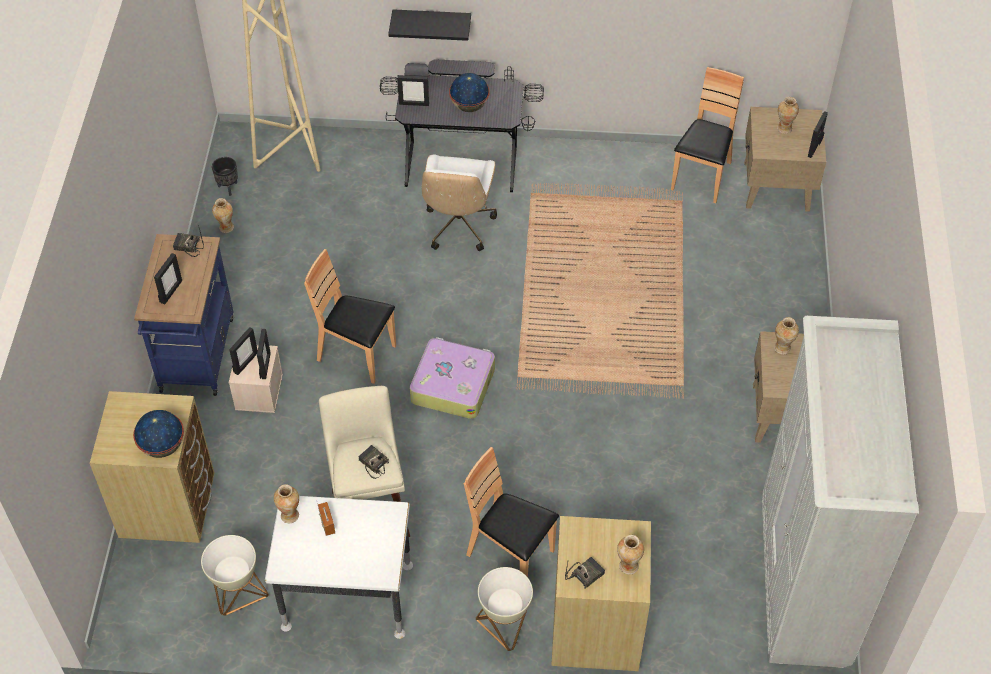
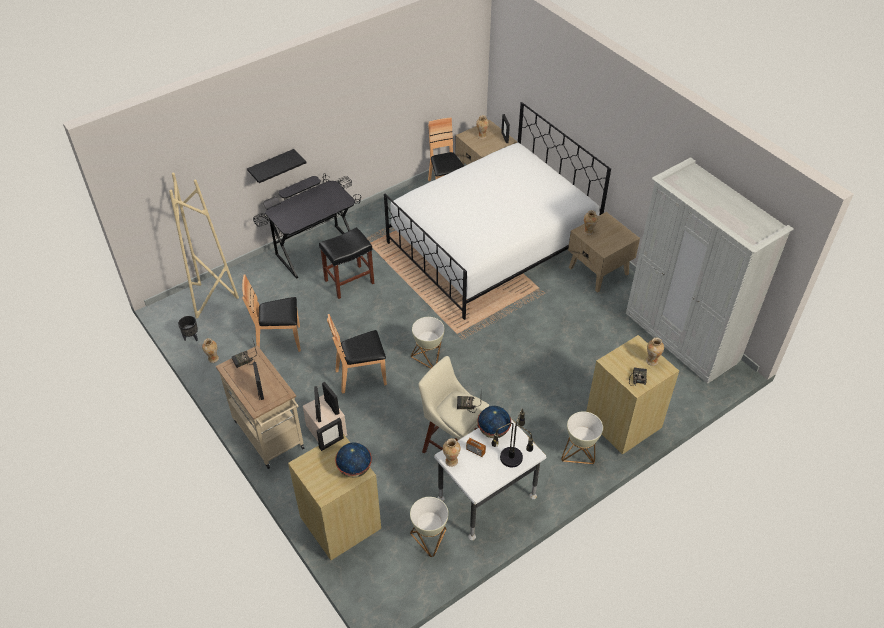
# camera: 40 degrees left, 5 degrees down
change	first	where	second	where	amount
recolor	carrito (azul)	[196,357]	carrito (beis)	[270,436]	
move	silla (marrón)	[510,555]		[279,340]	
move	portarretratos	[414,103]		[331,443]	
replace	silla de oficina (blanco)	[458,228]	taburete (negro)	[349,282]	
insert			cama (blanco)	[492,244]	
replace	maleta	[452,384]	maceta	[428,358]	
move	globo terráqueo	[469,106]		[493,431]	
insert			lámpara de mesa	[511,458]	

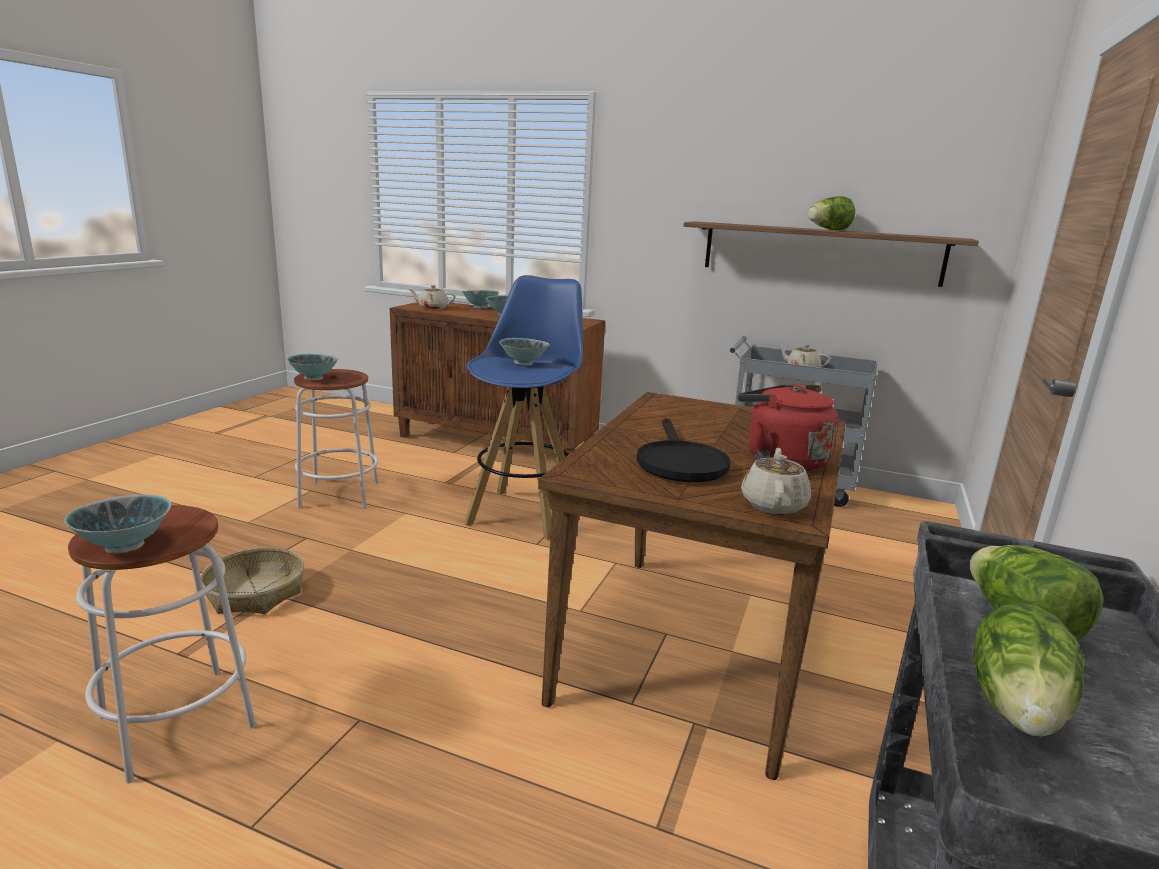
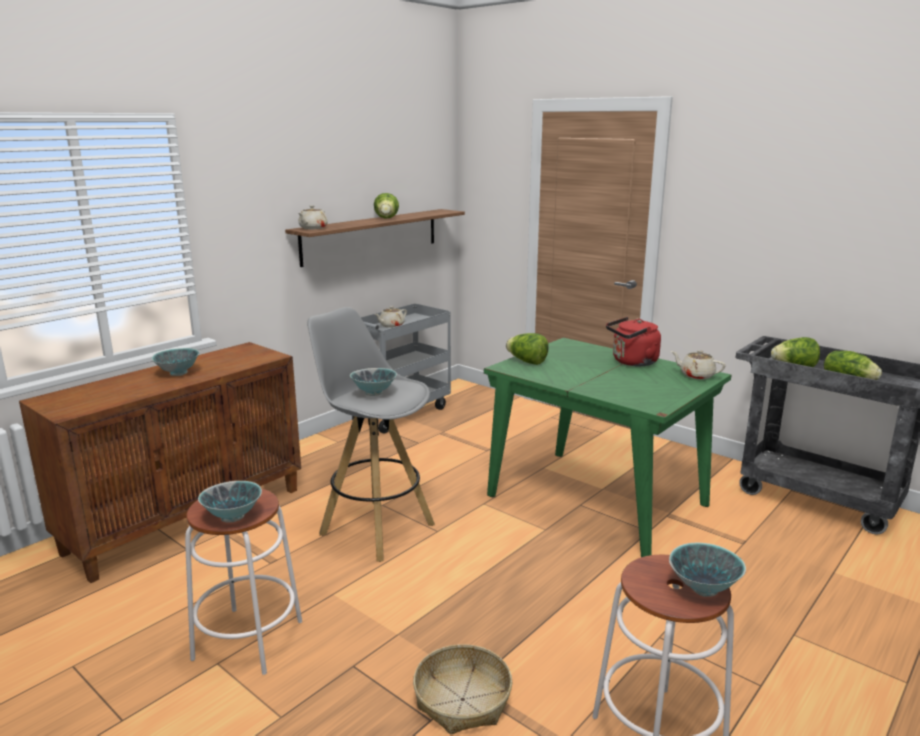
# camera: 70 degrees left, 0 degrees up
change	first	where	second	where	amount
move	tetera (beis)	[432,308]		[312,228]	
recolor	taburete (azul)	[525,513]	taburete (gris)	[376,527]	
recolor	mesa de comedor (marrón)	[691,648]	mesa de comedor (verde)	[598,500]	
insert			lechuga	[527,362]	
delete	cuenco	[480,307]			
delete	sartén (negro)	[679,462]			

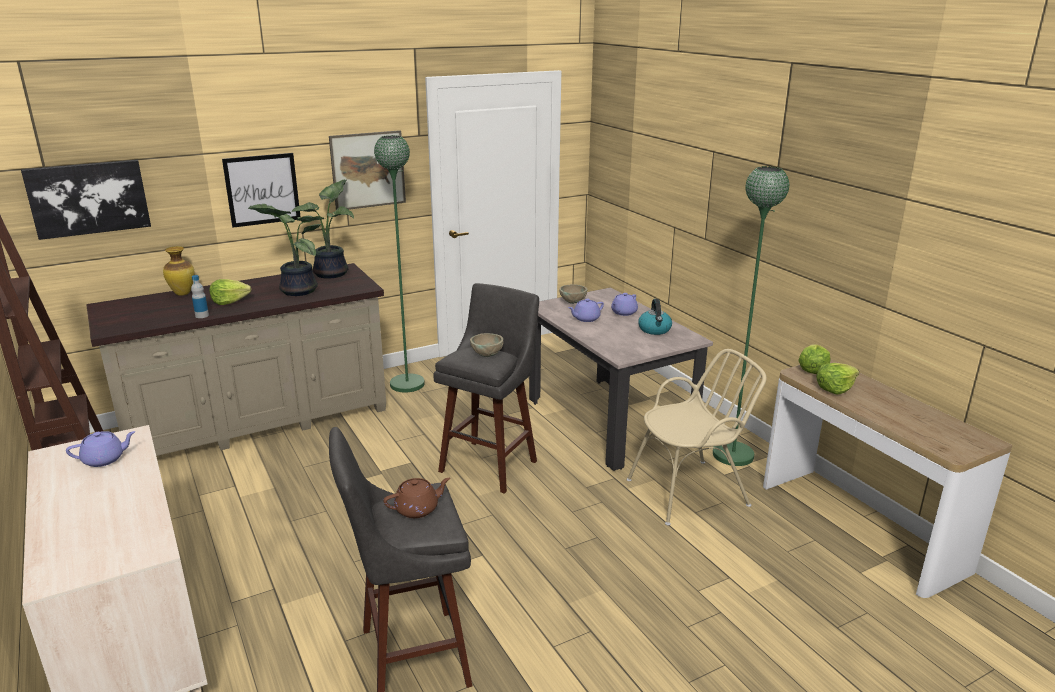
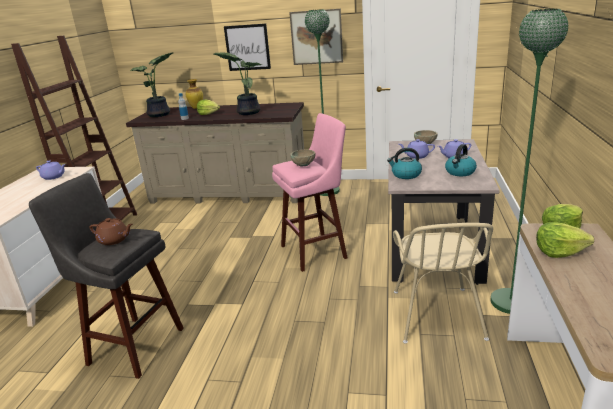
# camera: 40 degrees right, 0 degrees up
change	first	where	second	where	amount
move	planta en maceta	[333,273]		[160,115]	
recolor	taburete (gris)	[491,464]	taburete (rosa)	[316,251]	
insert			hervidor	[405,175]	
rotate	silla (beis)	[691,490]		[437,316]	75 degrees clockwise
delete	cuadro	[88,198]			

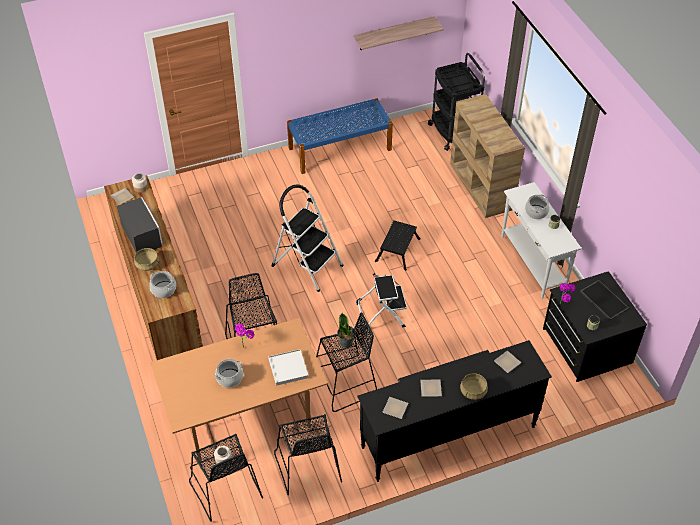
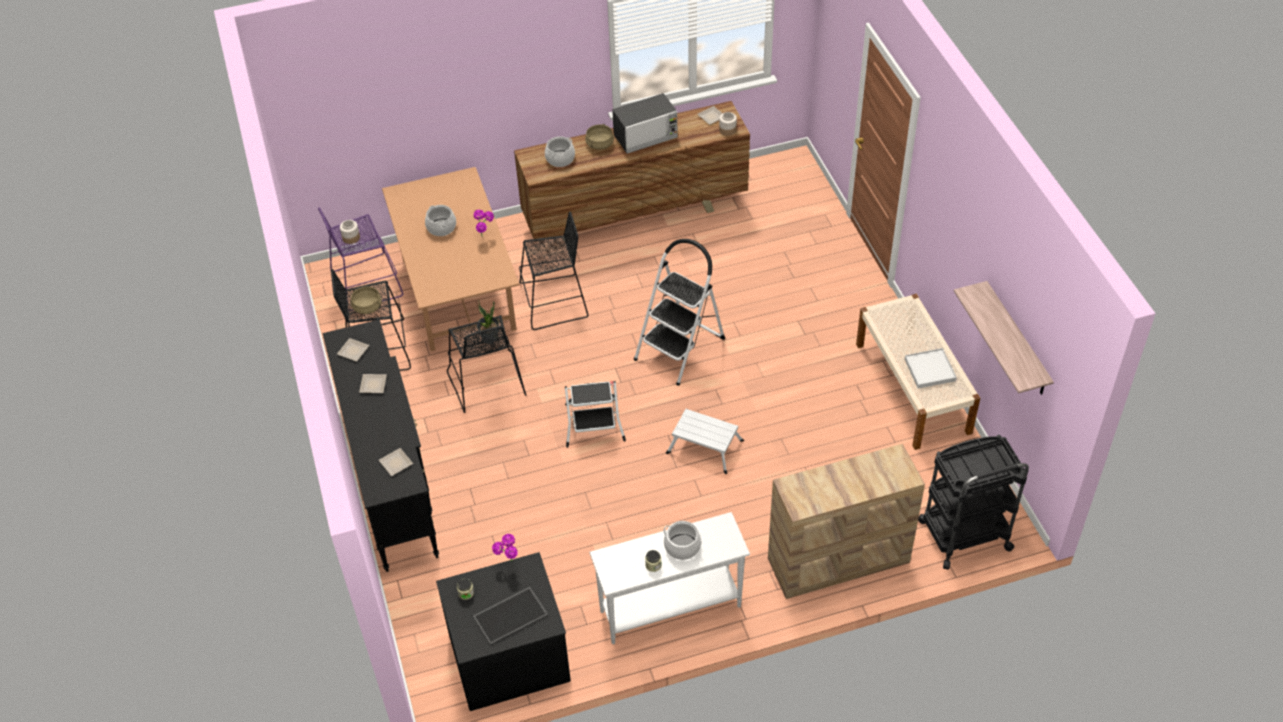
# camera: 95 degrees right, 0 degrees up
change	first	where	second	where	amount
recolor	taburete (negro)	[226,488]	taburete (morado)	[367,282]	
move	olla (beis)	[473,391]		[367,307]	
recolor	escalera de tijera (negro)	[397,250]	escalera de tijera (blanco)	[704,446]	
recolor	banco (azul)	[339,149]	banco (beis)	[913,388]	
move	bandeja (blanco)	[288,368]		[930,370]	

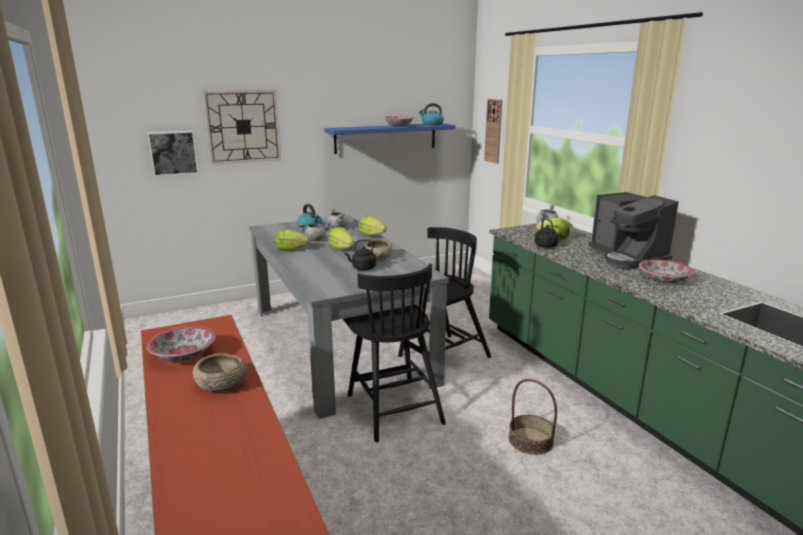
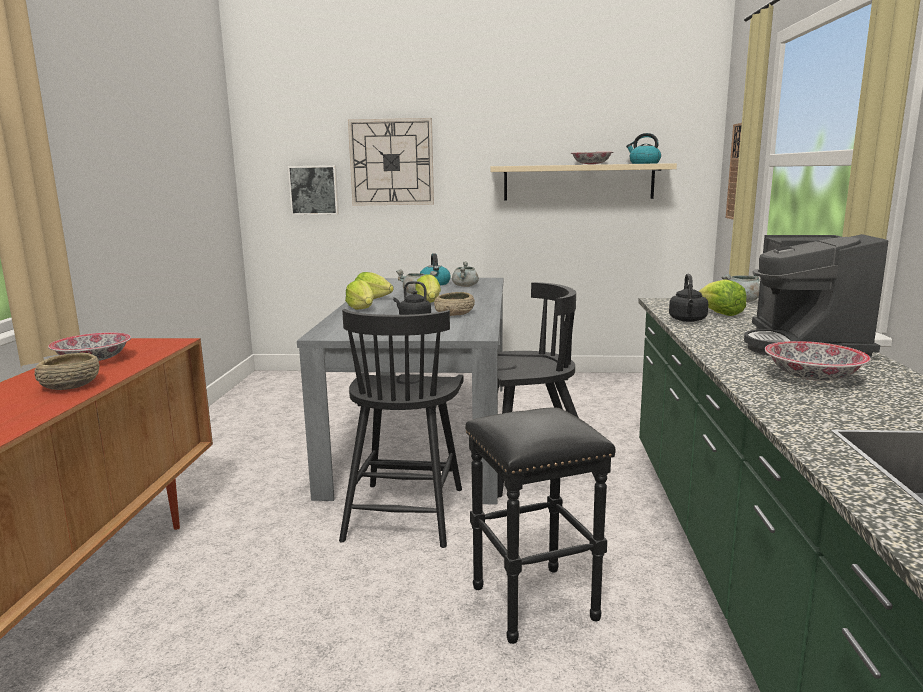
# camera: 30 degrees right, 5 degrees down
change	first	where	second	where	amount
move	lechuga	[371,235]		[362,309]	
replace	cesta	[531,440]	taburete (negro)	[537,603]	
recolor	estante (azul)	[386,138]	estante (beis)	[578,182]	

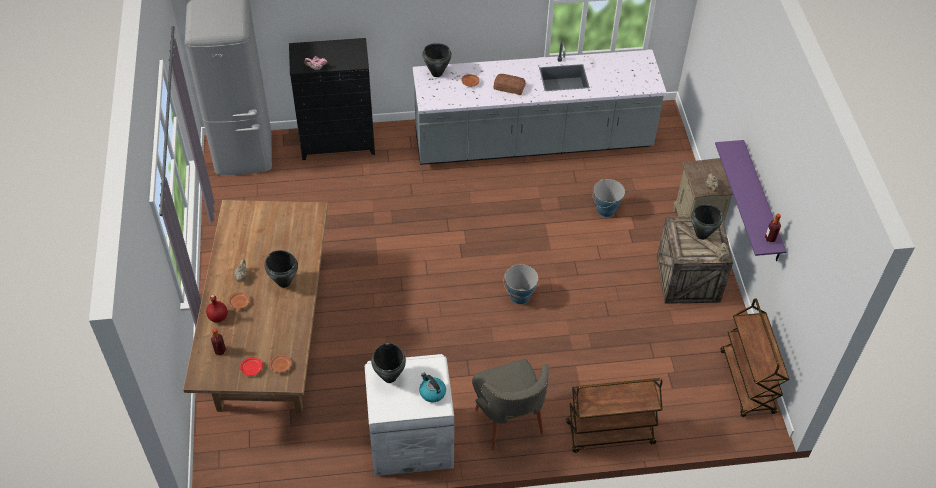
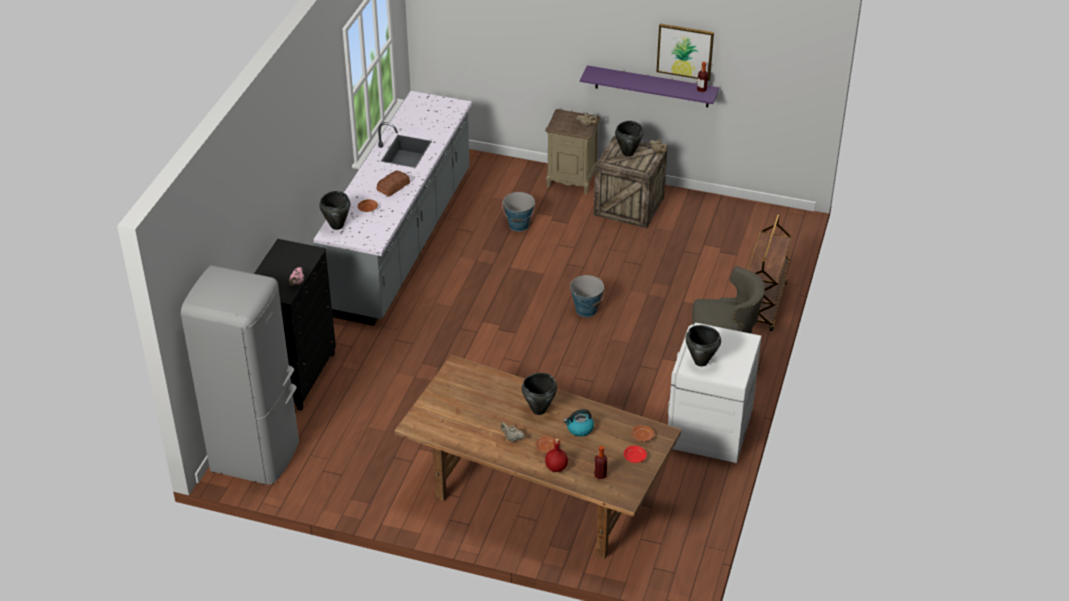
# camera: 65 degrees left, 10 degrees down
change	first	where	second	where	amount
move	hervidor	[432,392]		[579,429]	
insert			cuadro	[685,51]	
delete	carrito (marrón)	[747,382]			

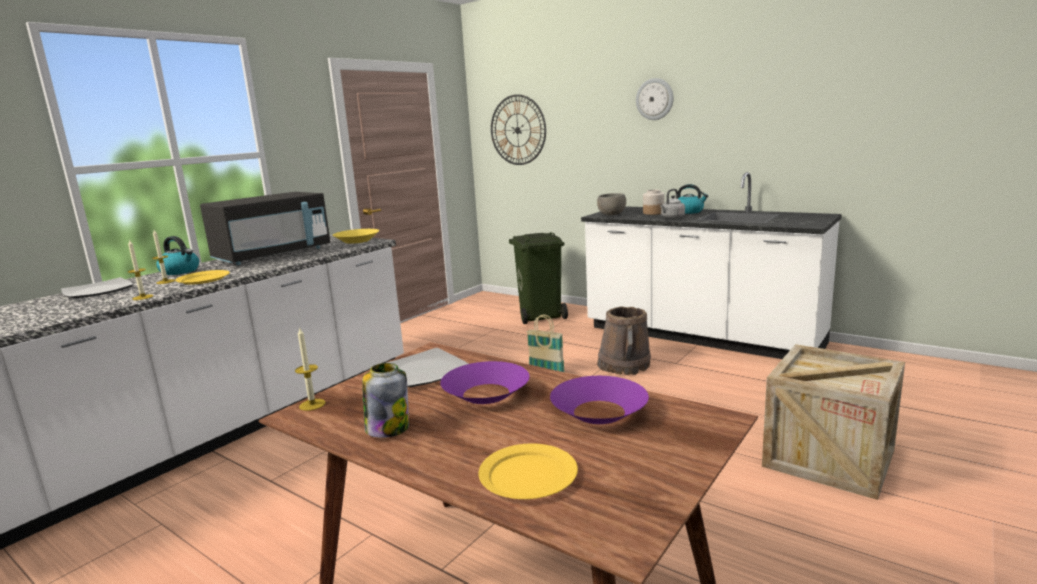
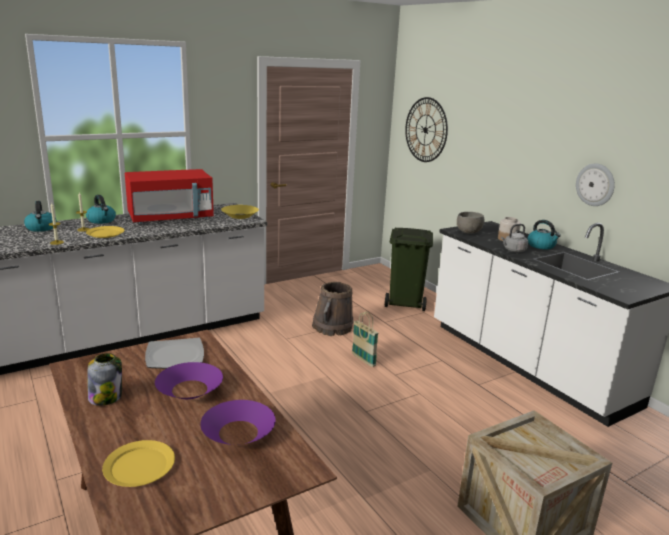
# camera: 20 degrees right, 5 degrees up
change	first	where	second	where	amount
replace	plato	[99,291]	hervidor	[41,228]	
recolor	microondas (negro)	[273,255]	microondas (rojo)	[171,218]	
move	cubo (marrón)	[624,365]		[332,327]	
move	reloj de pared	[654,99]		[595,184]	
delete	vela	[312,404]			

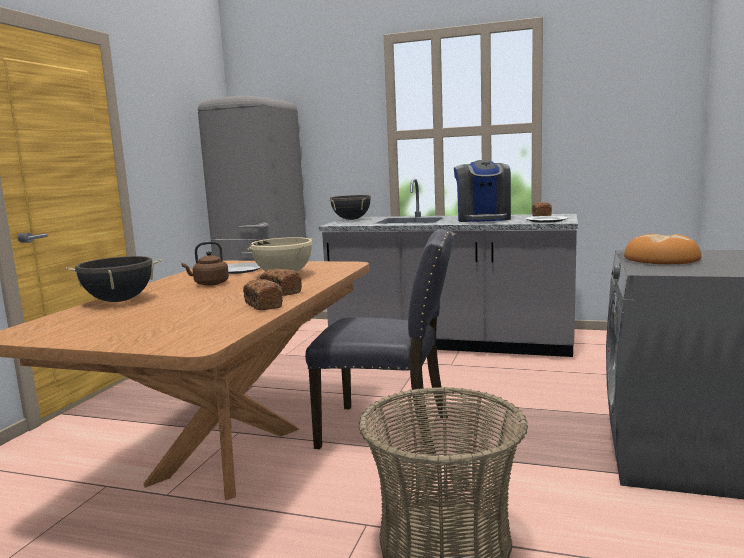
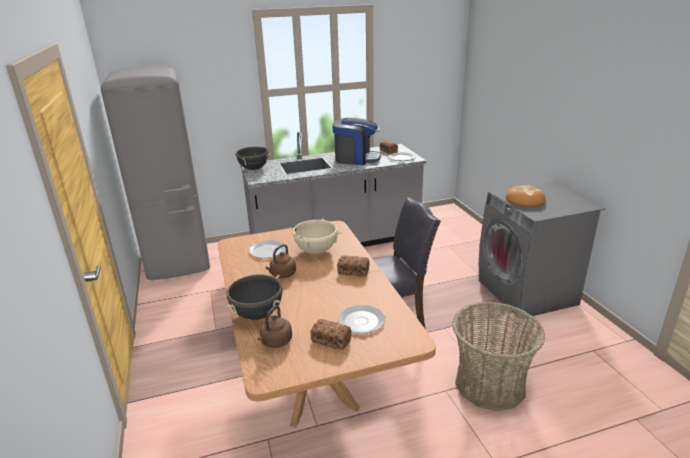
# camera: 35 degrees left, 15 degrees up
change	first	where	second	where	amount
insert			hervidor (marrón)	[275,342]	
move	pan	[263,305]		[331,341]	
rotate	cafetera	[483,219]		[356,159]	45 degrees counterclockwise
insert			plato	[362,321]	

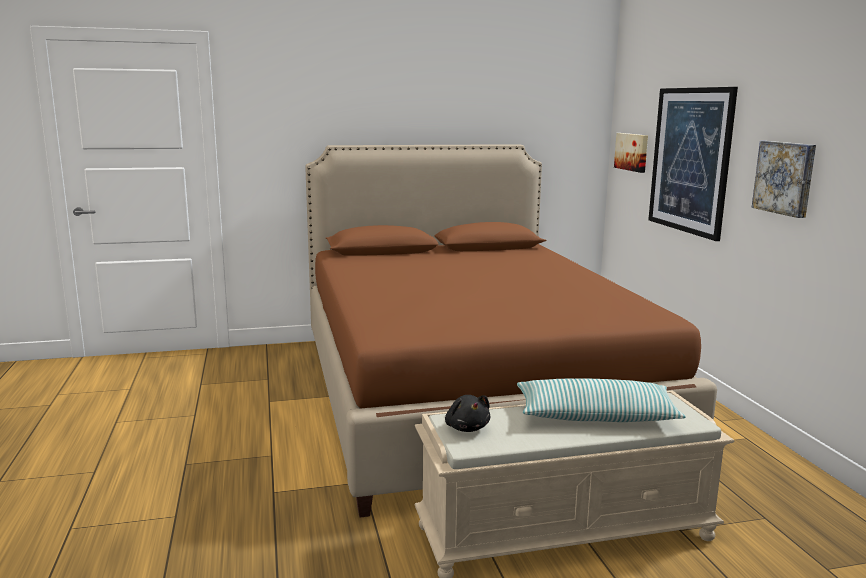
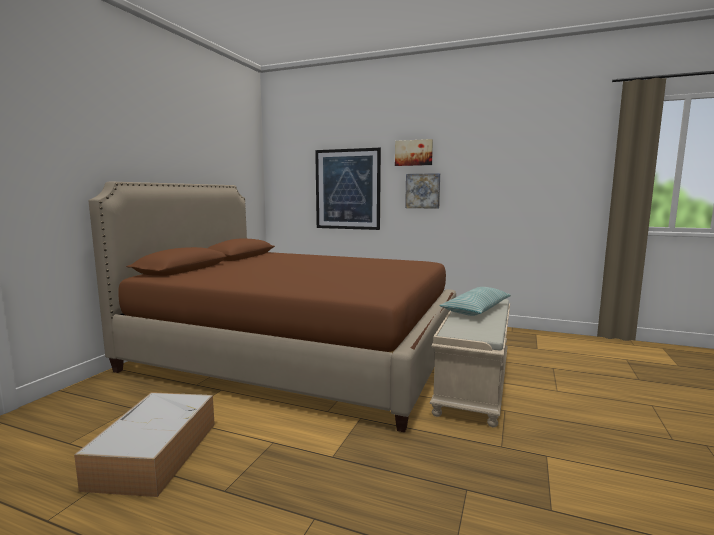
# camera: 55 degrees left, 5 degrees down
change	first	where	second	where	amount
insert			caja de almacenaje	[155,452]	
move	cuadro	[632,152]		[413,153]	
delete	peluche (negro)	[466,427]			

